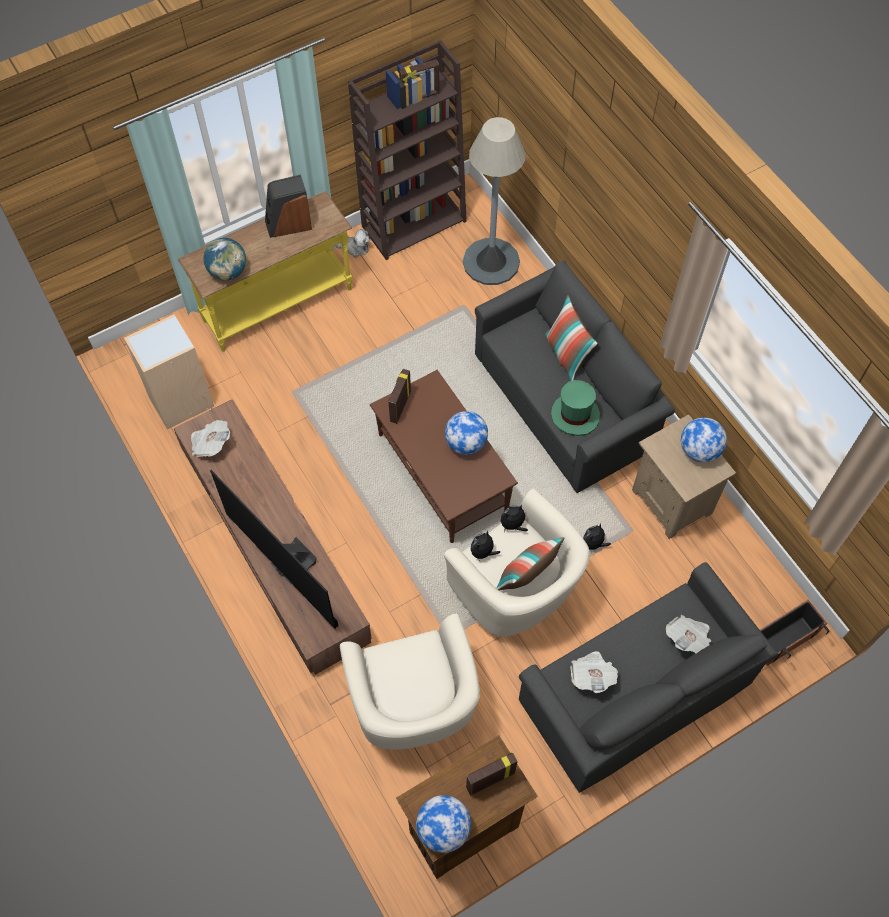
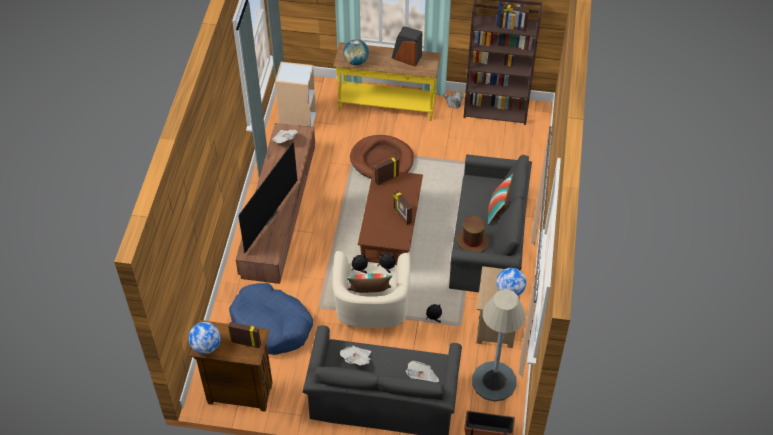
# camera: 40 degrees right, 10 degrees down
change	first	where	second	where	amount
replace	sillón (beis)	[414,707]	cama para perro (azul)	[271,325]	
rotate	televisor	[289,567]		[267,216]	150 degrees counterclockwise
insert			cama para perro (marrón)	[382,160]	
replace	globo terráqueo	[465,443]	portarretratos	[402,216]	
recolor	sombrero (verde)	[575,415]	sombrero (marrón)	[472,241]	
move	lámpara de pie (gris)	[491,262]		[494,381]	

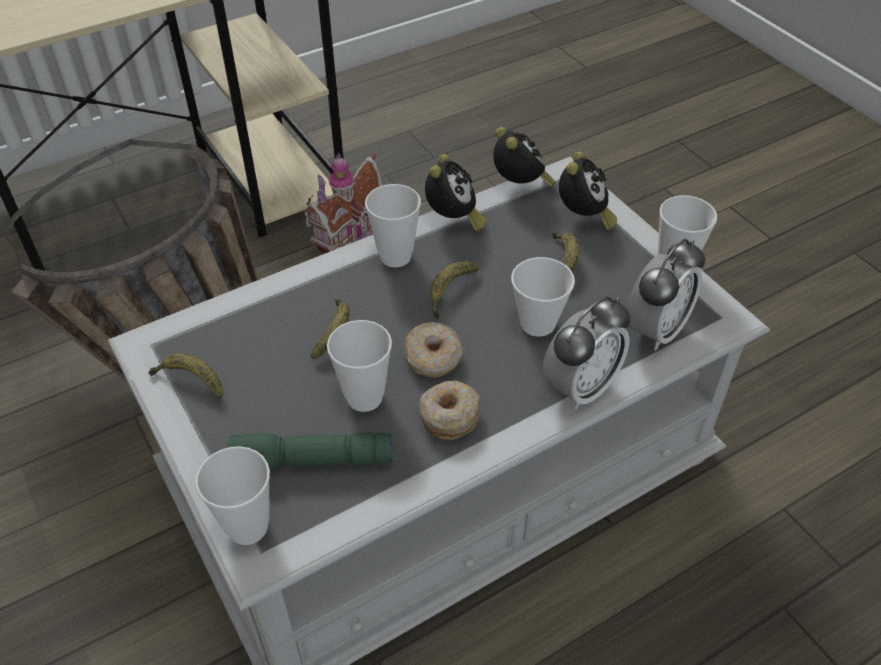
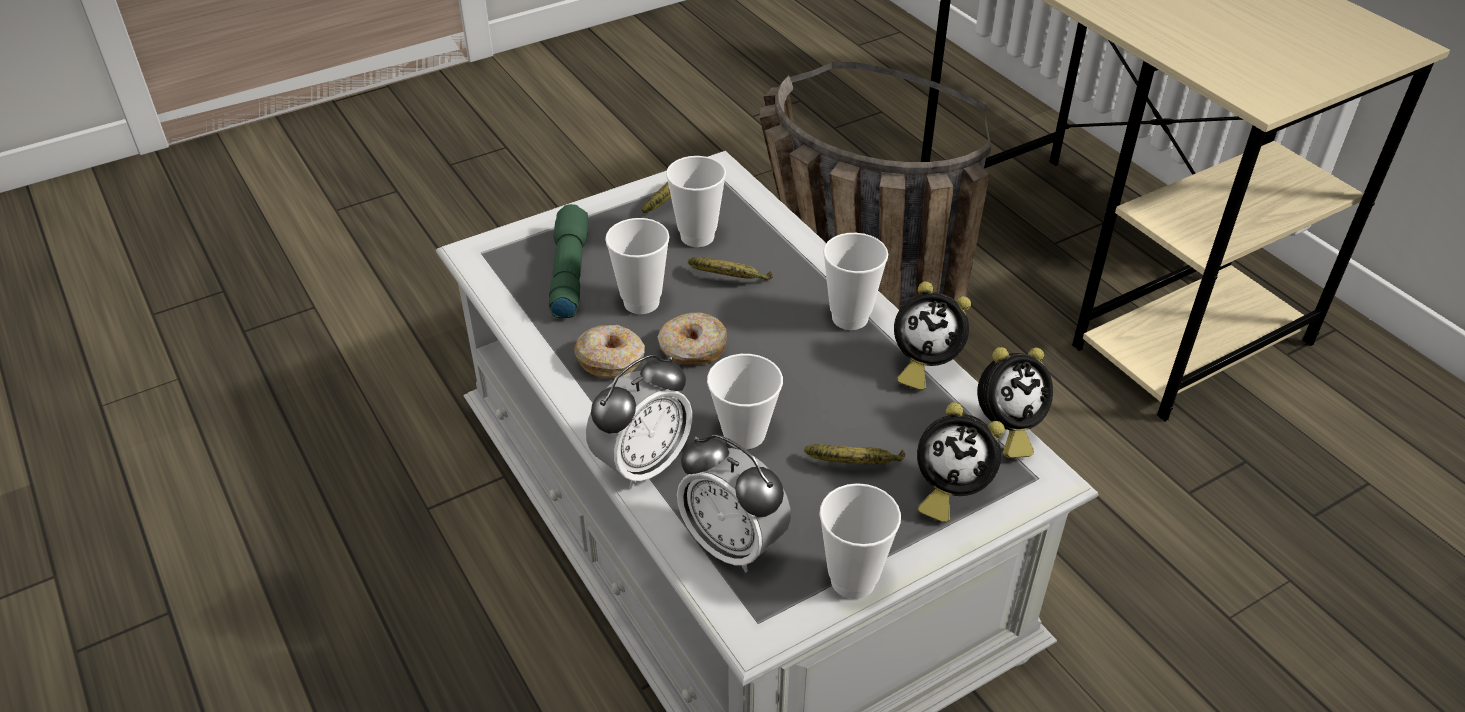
# camera: 90 degrees right, 5 degrees down
change	first	where	second	where	amount
rotate	despertador	[580,387]		[642,464]	90 degrees counterclockwise
move	taza	[248,527]		[697,237]	
delete	casita	[352,240]			
delete	plátano	[450,292]			

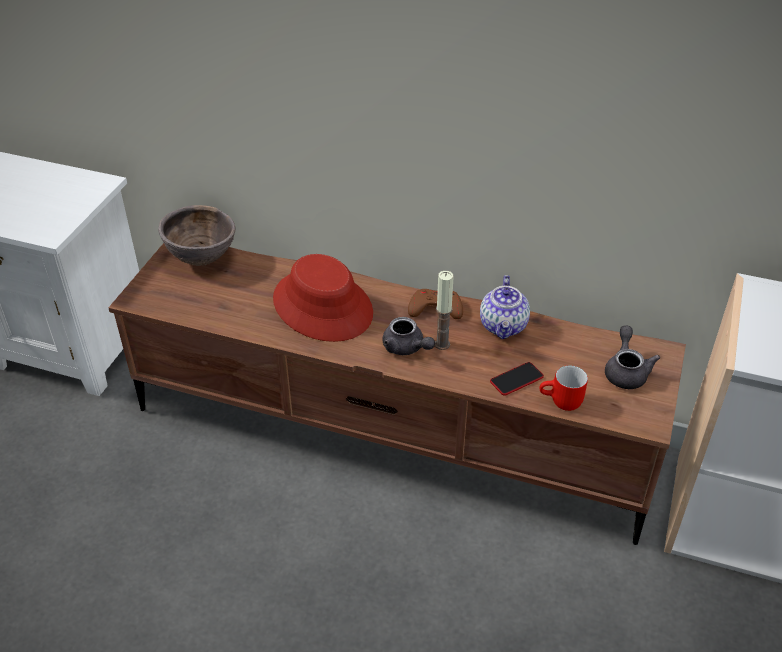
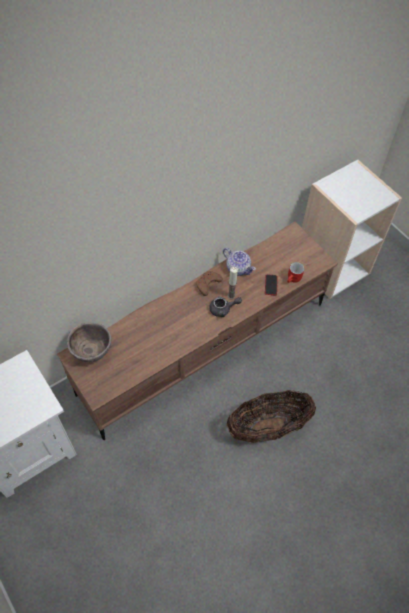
# camera: 55 degrees left, 15 degrees up
change	first	where	second	where	amount
insert			cesta	[268,427]	
delete	sombrero (rojo)	[323,306]			
delete	tetera (gris)	[626,371]			

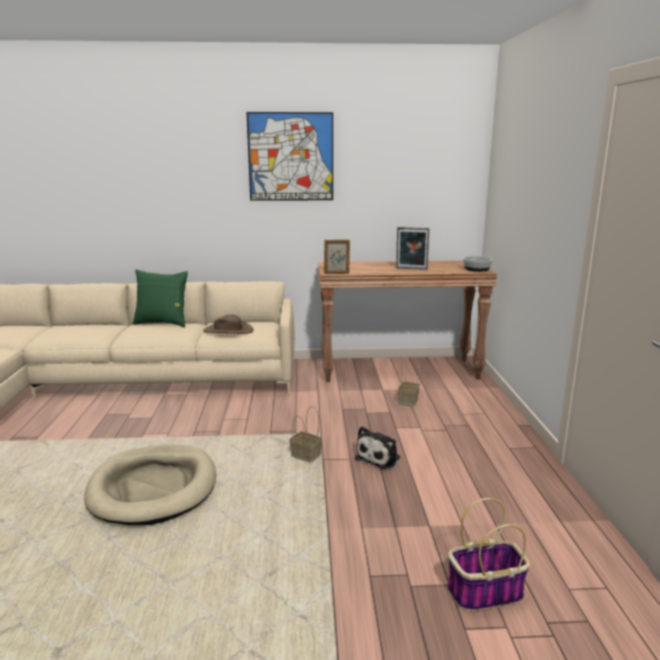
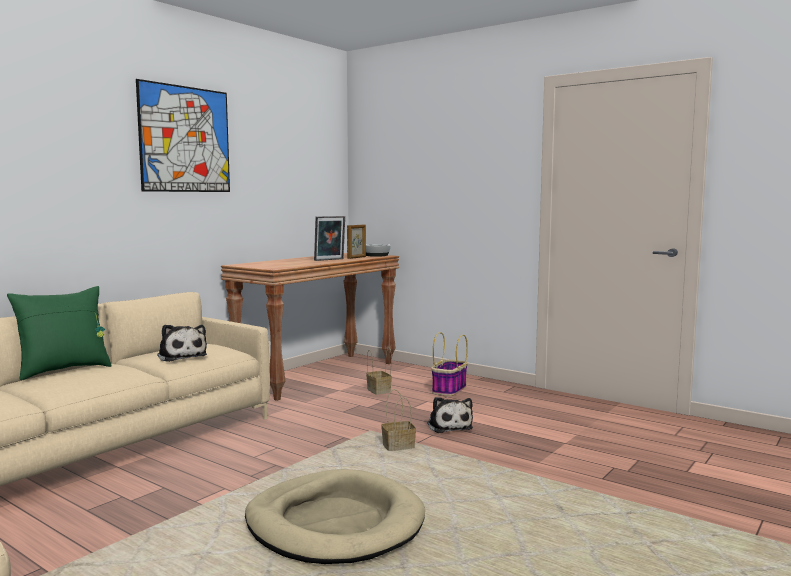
# camera: 50 degrees left, 10 degrees down
change	first	where	second	where	amount
replace	sombrero (marrón)	[228,331]	peluche	[181,356]	
move	portarretratos	[336,273]		[357,257]	
move	cesta	[484,593]		[449,390]	

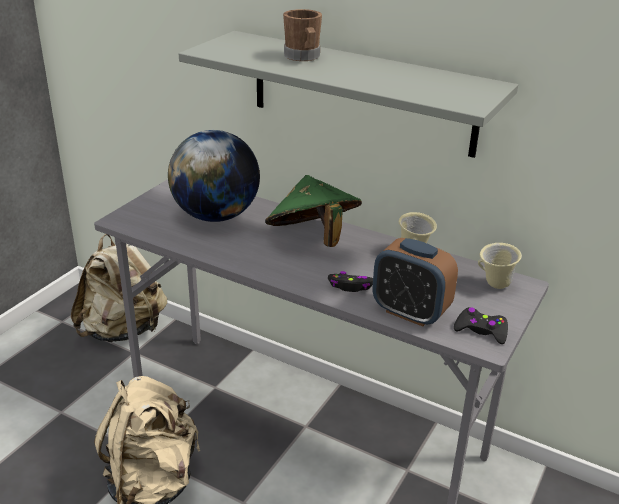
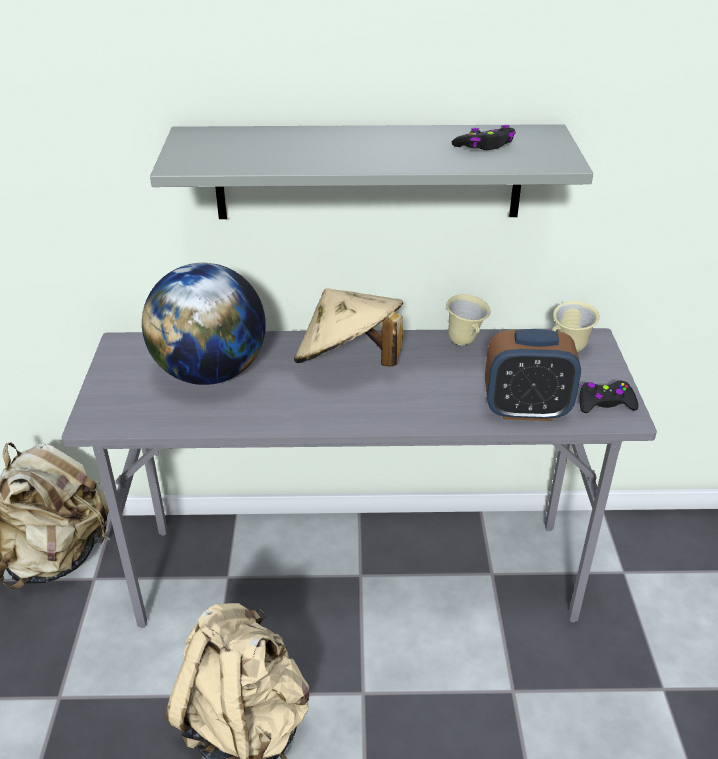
# camera: 30 degrees left, 5 degrees up
change	first	where	second	where	amount
recolor	sombrero (verde)	[313,239]	sombrero (beis)	[349,363]	
move	mando de consola (negro)	[350,286]		[485,146]	
delete	taza grande (marrón)	[303,57]			

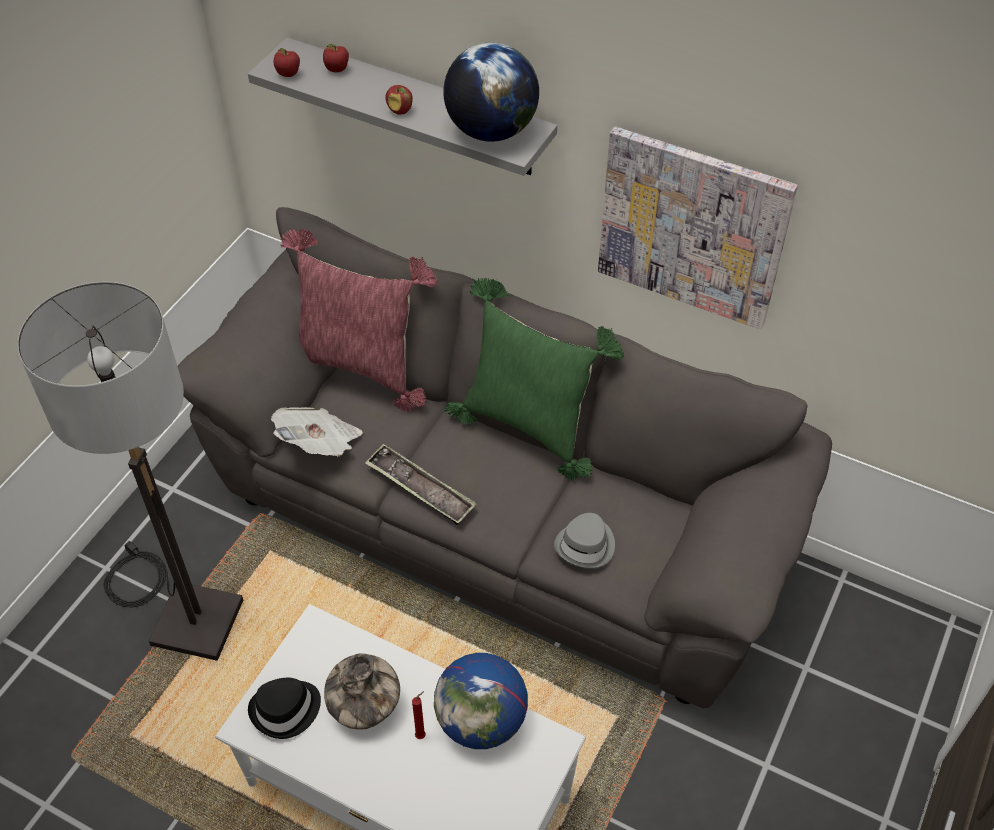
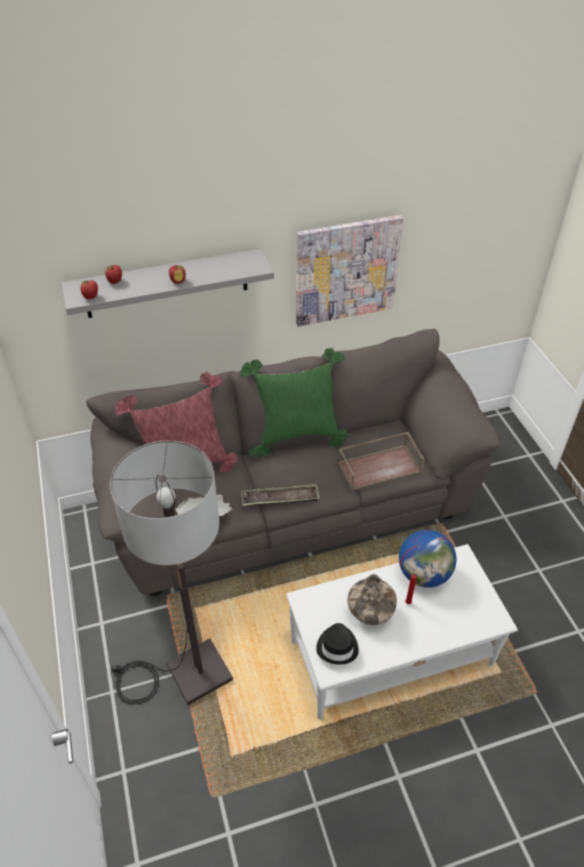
# camera: 45 degrees left, 5 degrees down
change	first	where	second	where	amount
replace	sombrero (gris)	[586,545]	bandeja (marrón)	[379,467]	
delete	globo terráqueo	[491,131]			

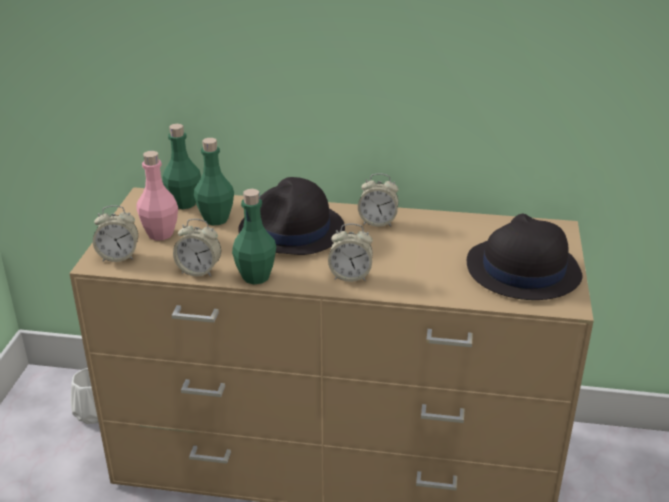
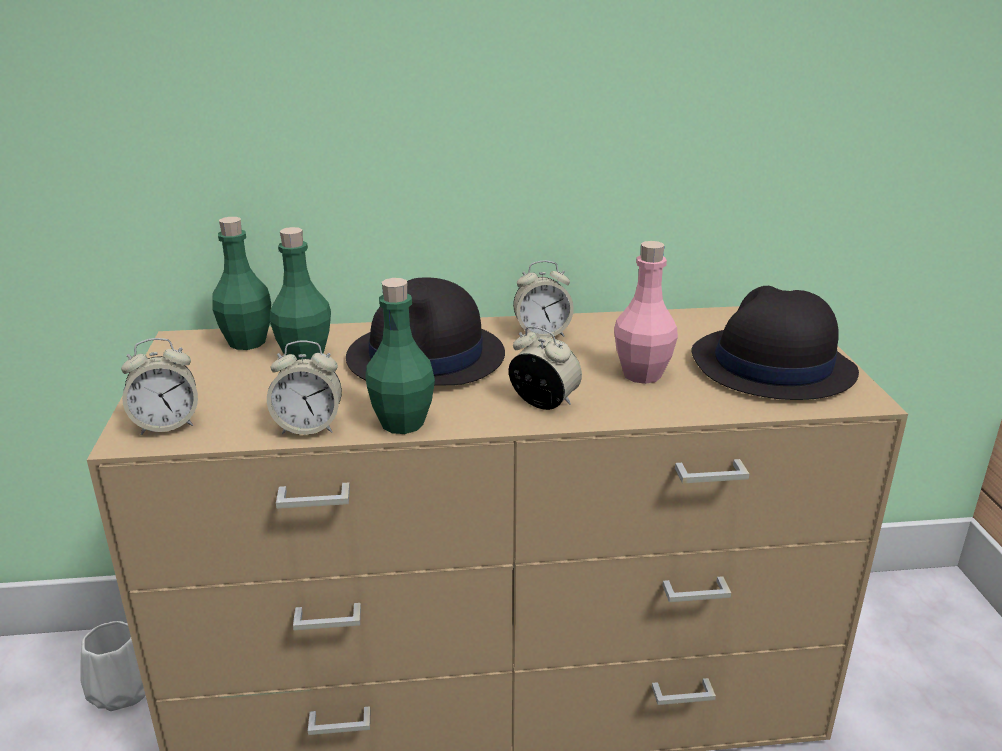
# camera: 15 degrees left, 5 degrees down
change	first	where	second	where	amount
rotate	despertador	[350,276]		[543,403]	135 degrees counterclockwise
move	botella (rosa)	[160,234]		[642,374]	

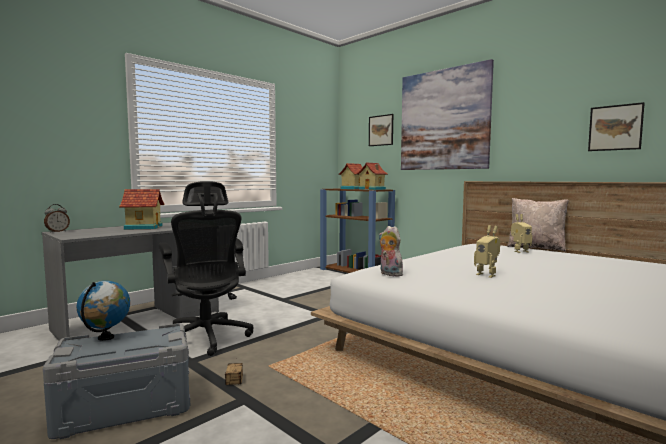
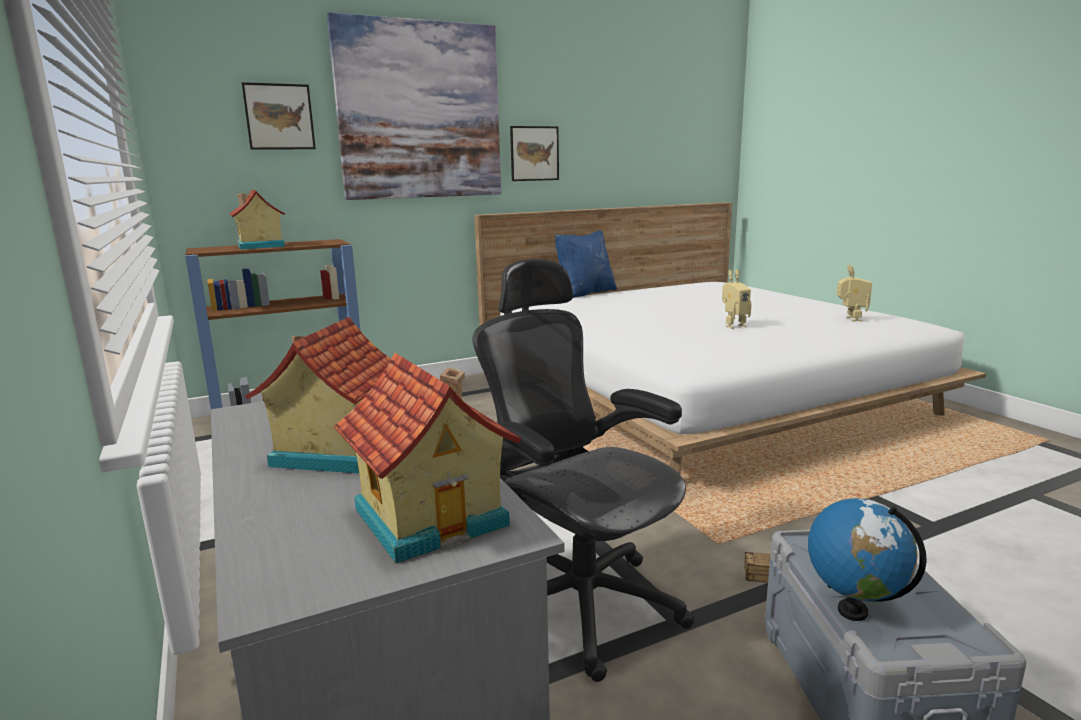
# camera: 70 degrees left, 10 degrees up
change	first	where	second	where	amount
move	casita	[372,189]		[434,516]	
rotate	silla de oficina	[205,340]		[579,602]	120 degrees counterclockwise
move	cuadro	[615,127]		[534,153]	
recolor	cojín (beis)	[536,248]	cojín (azul)	[585,293]	
move	robot de juguete	[519,251]		[850,319]	
delete	despertador	[57,231]			
delete	peluche	[389,274]			

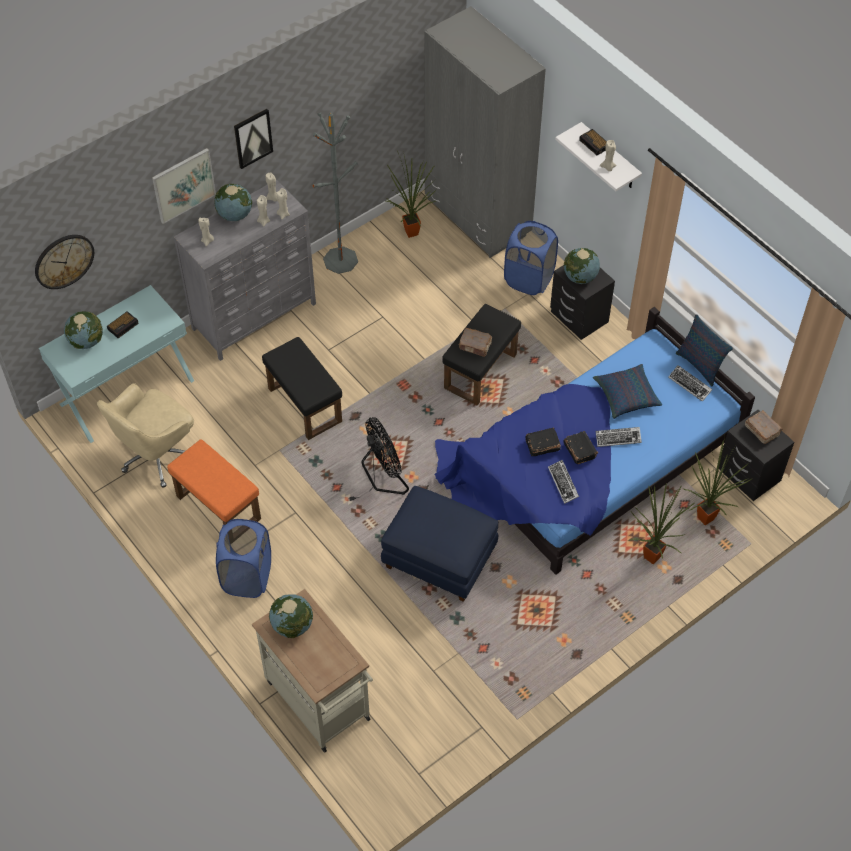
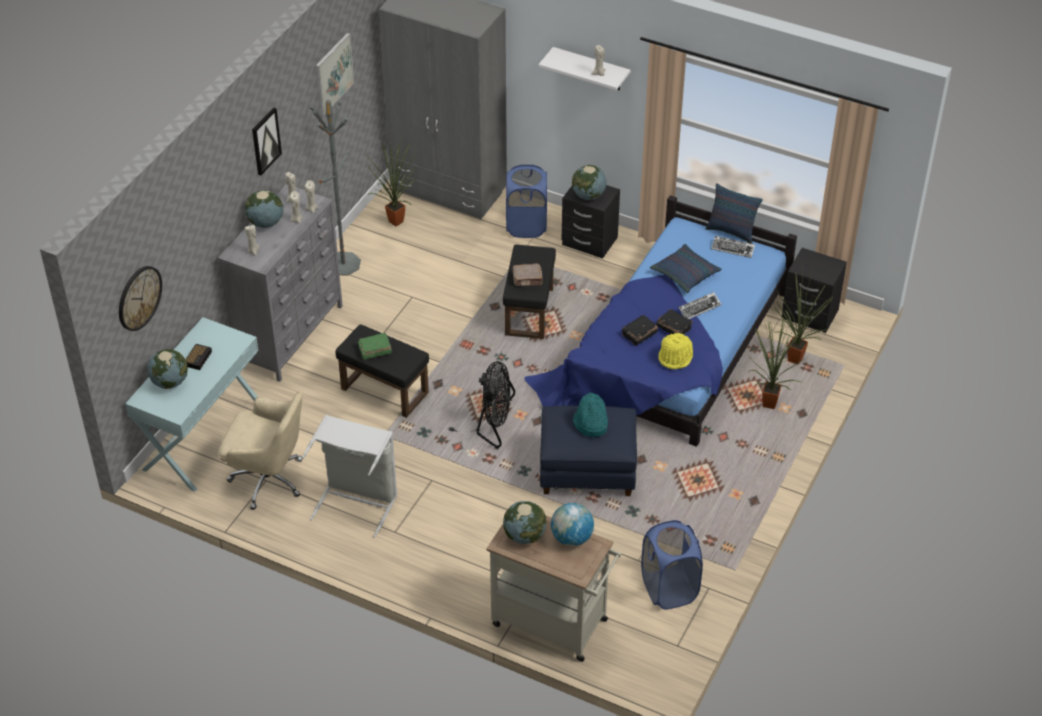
# camera: 25 degrees left, 10 degrees down
change	first	where	second	where	amount
rotate	silla de oficina (beis)	[156,455]		[268,480]	90 degrees counterclockwise
replace	puf (naranja)	[220,508]	cesto de la ropa (gris)	[357,501]	
move	cuadro	[183,185]		[333,73]	
insert			libro (verde)	[374,351]	
rotate	ventilador (negro)	[378,475]		[489,424]	60 degrees clockwise
insert			globo terráqueo	[571,538]	
insert			sombrero (turquesa)	[590,423]	
move	cesto de la ropa (azul)	[247,577]		[669,589]	
replace	teclado	[563,483]	sombrero (amarillo)	[675,357]	
delete	despertador	[594,144]			
delete	libro (marrón)	[761,430]			

